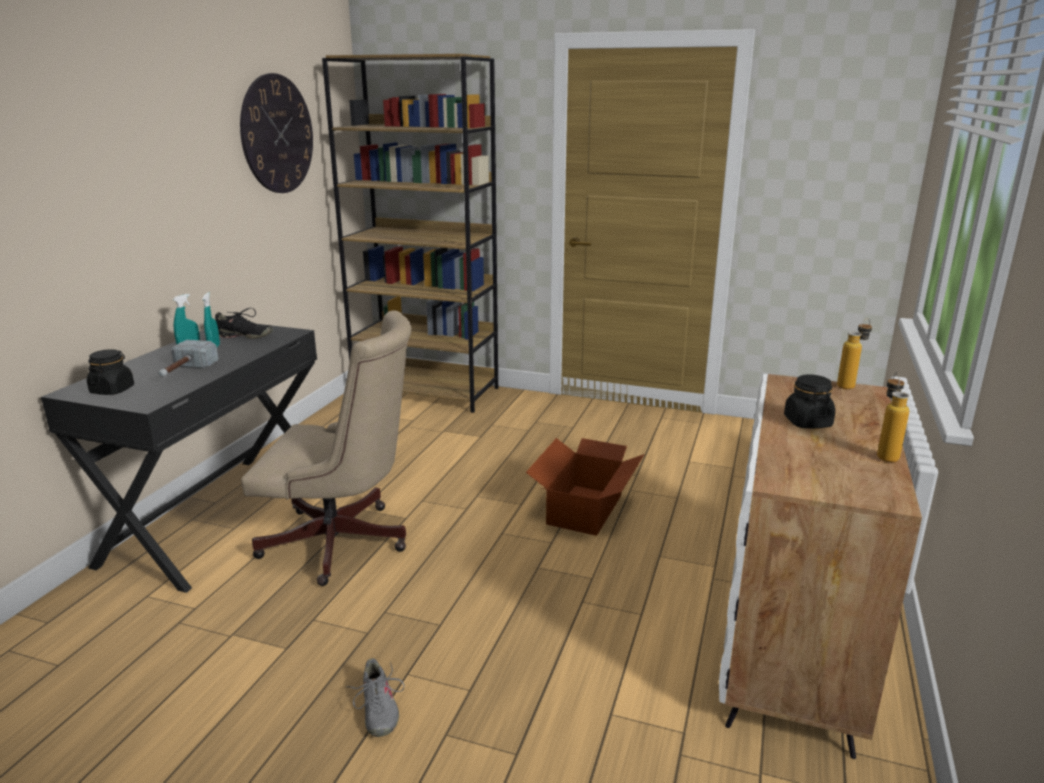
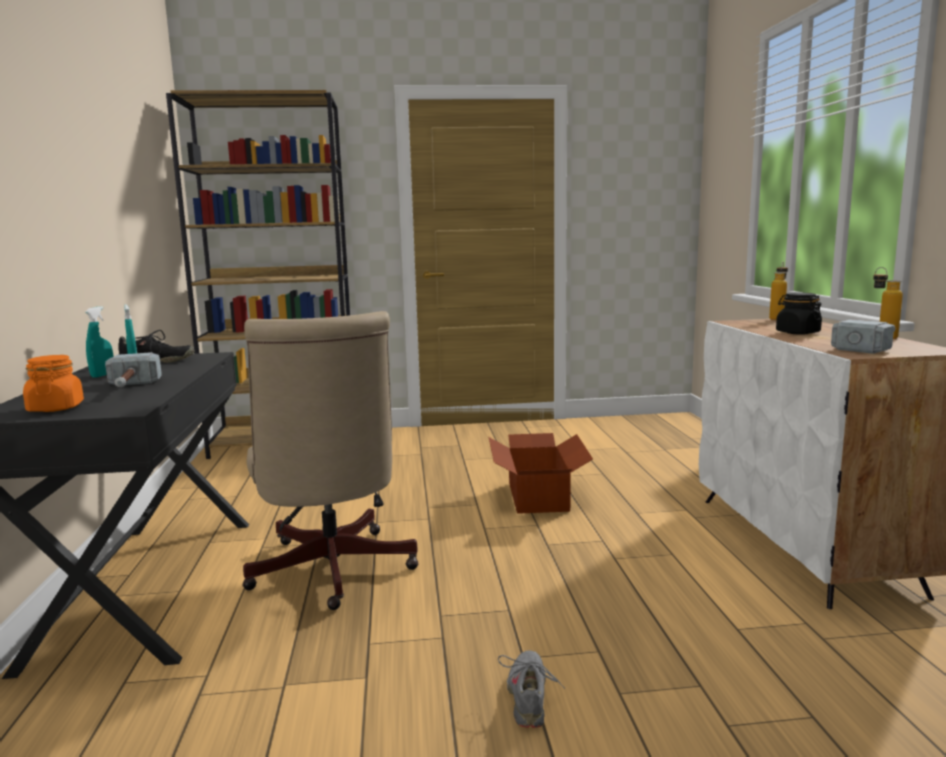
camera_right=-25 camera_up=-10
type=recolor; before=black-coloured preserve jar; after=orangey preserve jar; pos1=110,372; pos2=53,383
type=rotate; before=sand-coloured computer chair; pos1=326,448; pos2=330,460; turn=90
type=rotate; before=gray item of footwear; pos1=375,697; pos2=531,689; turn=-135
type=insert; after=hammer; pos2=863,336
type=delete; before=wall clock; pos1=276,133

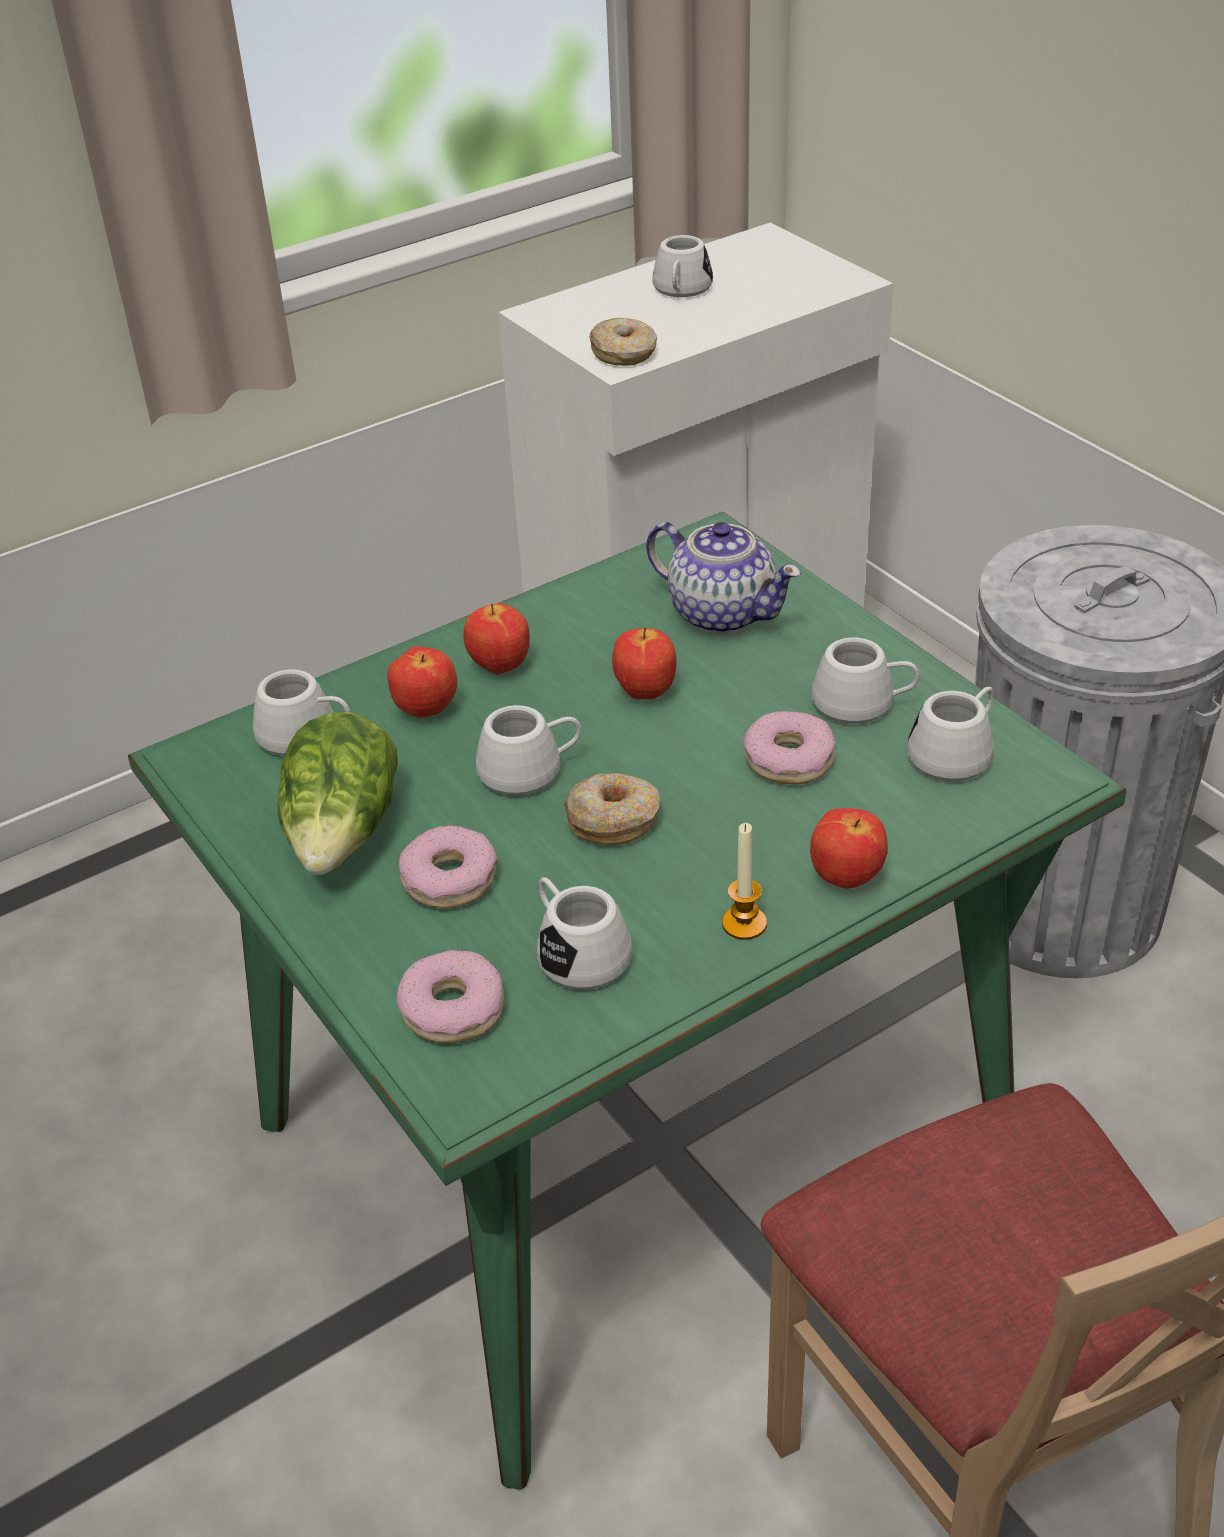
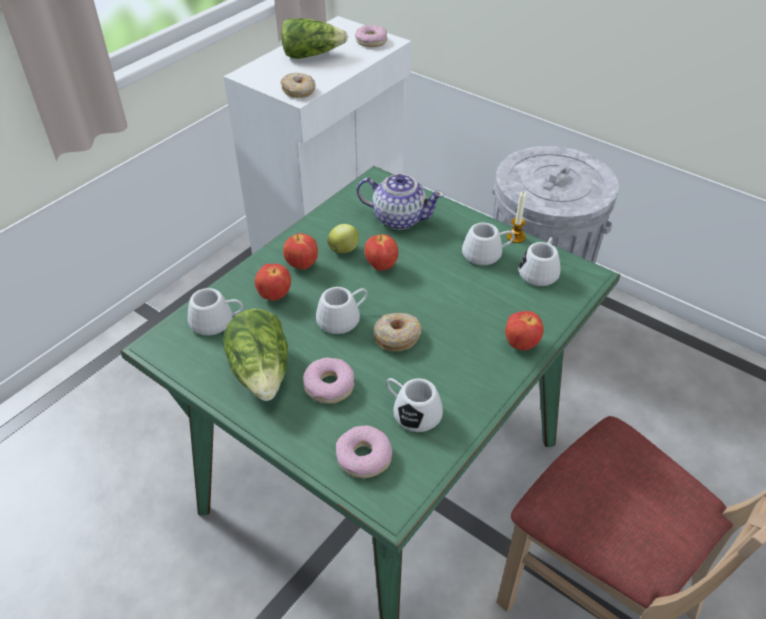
camera_right=-20 camera_up=5
type=replace; before=whitish tea mug; after=lettuce head; pos1=682,266; pos2=314,38
type=insert; after=whole apple; pos2=343,238
type=move; before=doughnut; pos1=789,747; pos2=371,36
type=move; before=wax candle; pos1=744,881; pos2=516,217

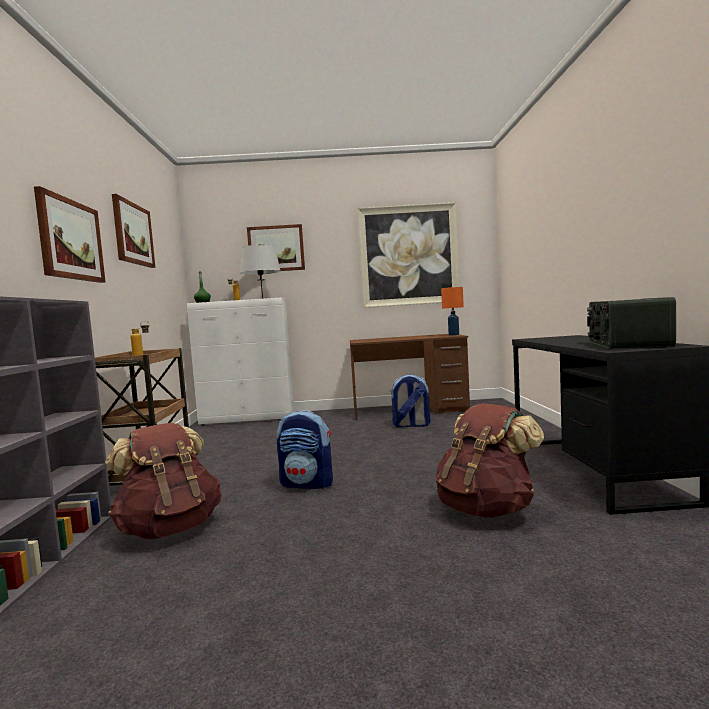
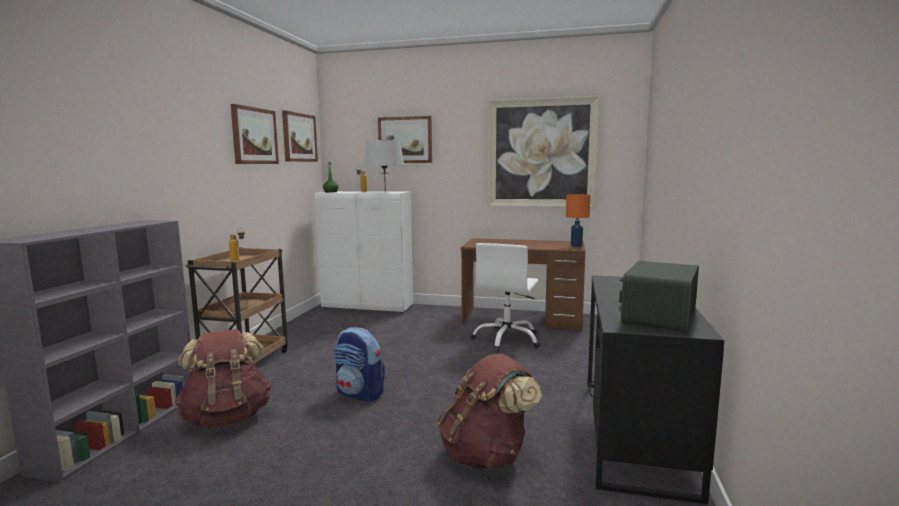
camera_right=15 camera_up=5
type=move; before=wall art; pos1=69,234; pos2=300,136
type=replace; before=backpack; after=whitish computer chair; pos1=410,401; pos2=505,297

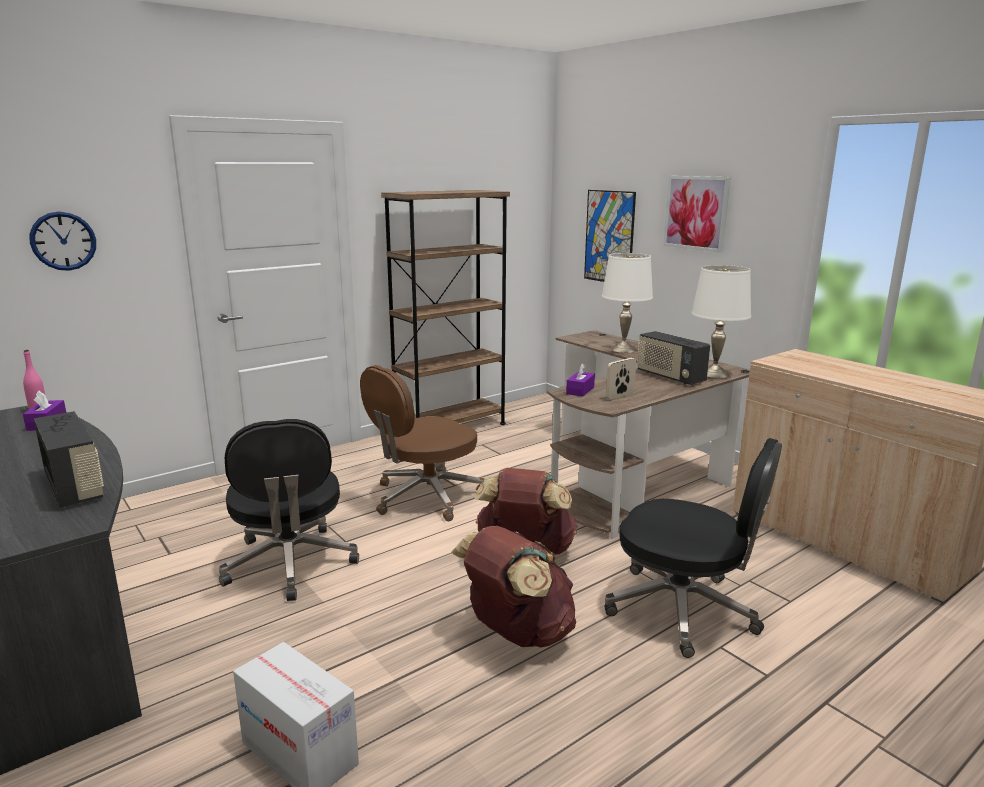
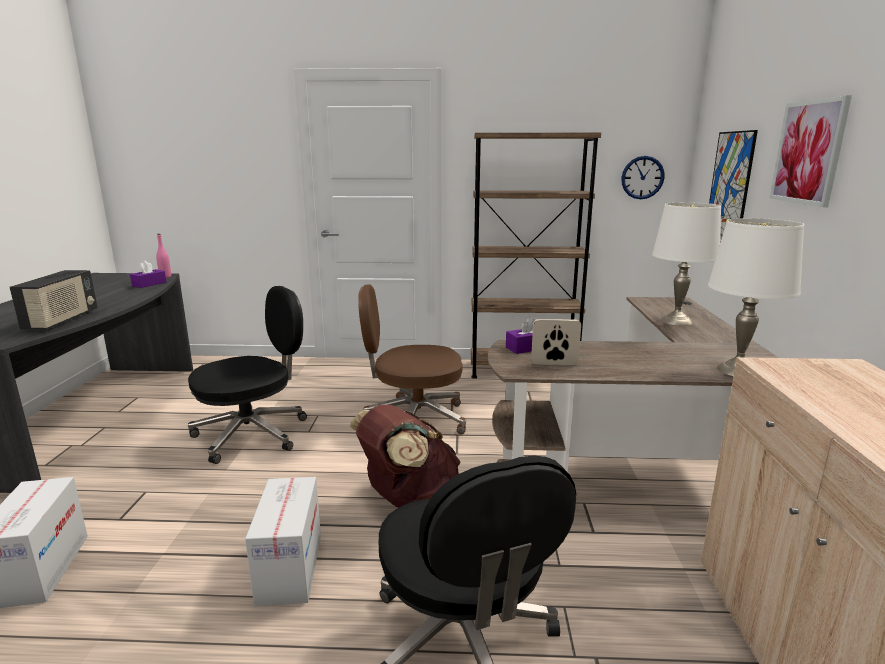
camera_right=40 camera_up=0
type=rotate; before=black-coloured computer chair; pos1=289,510; pos2=247,375; turn=-150
type=replace; before=brown-coloured backpack; after=carton; pos1=513,586; pos2=283,541
type=move; before=wall clock; pos1=63,241; pos2=643,177
type=delete; before=radio; pos1=673,358

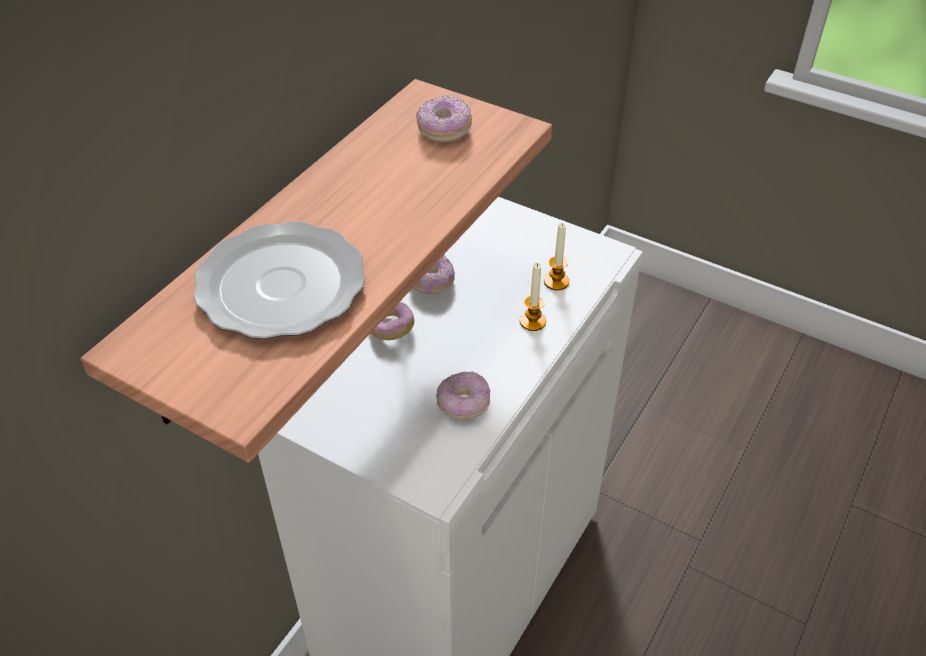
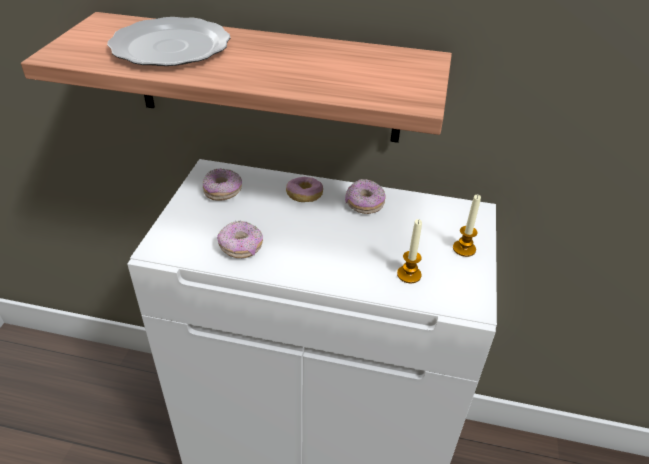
camera_right=70 camera_up=-5
type=move; before=doughnut; pos1=444,119; pos2=222,184
type=move; before=wax candle; pos1=533,297; pos2=467,226

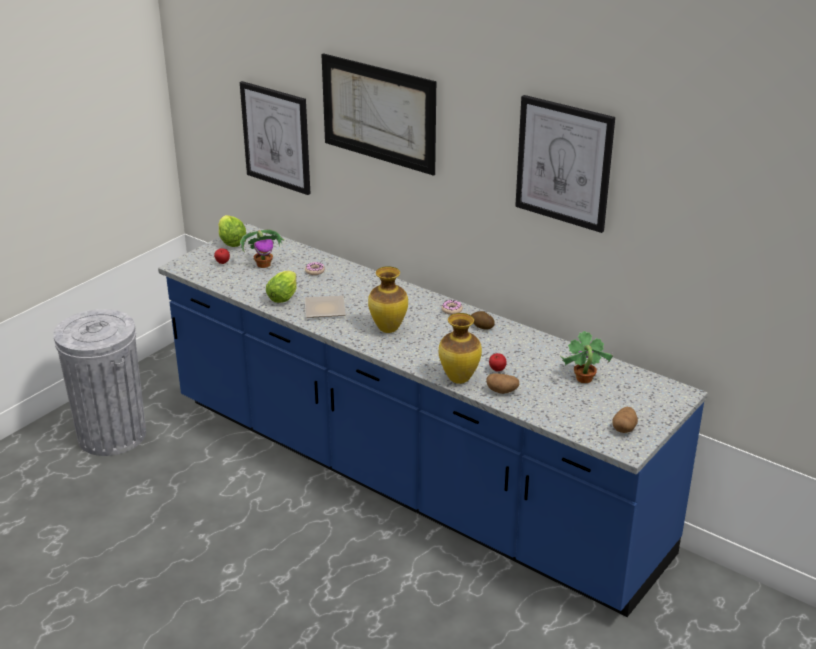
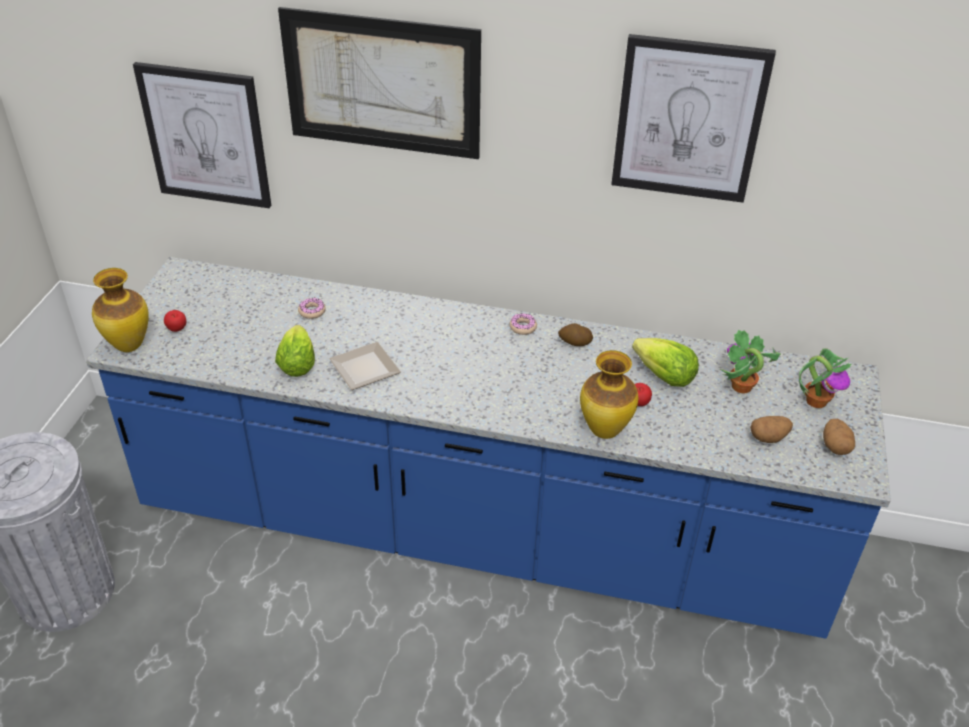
camera_right=-25 camera_up=10
type=move; before=decorative vase; pos1=388,299; pos2=120,310
type=move; before=lettuce head; pos1=232,231; pos2=665,362
type=move; before=whole potato; pos1=502,383; pos2=771,429
type=move; before=plant in a pot; pos1=262,249; pos2=825,378

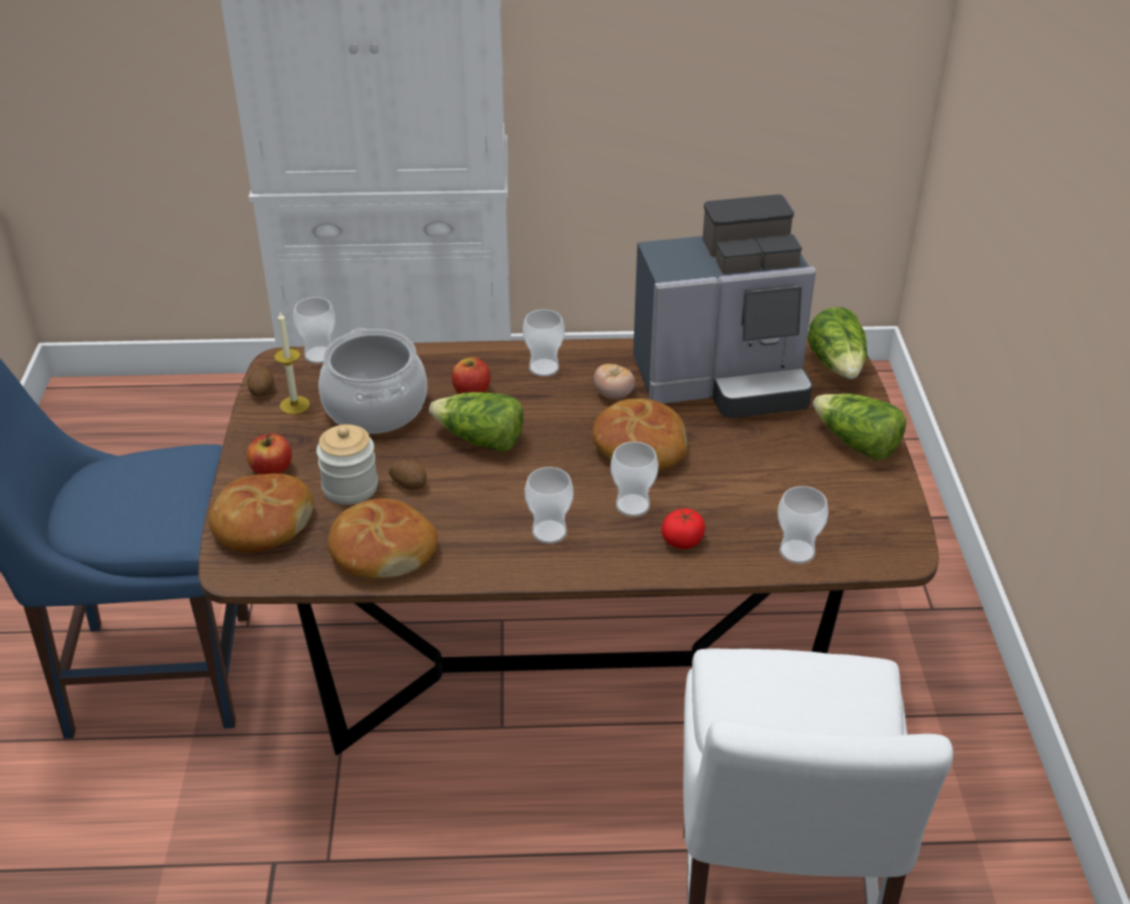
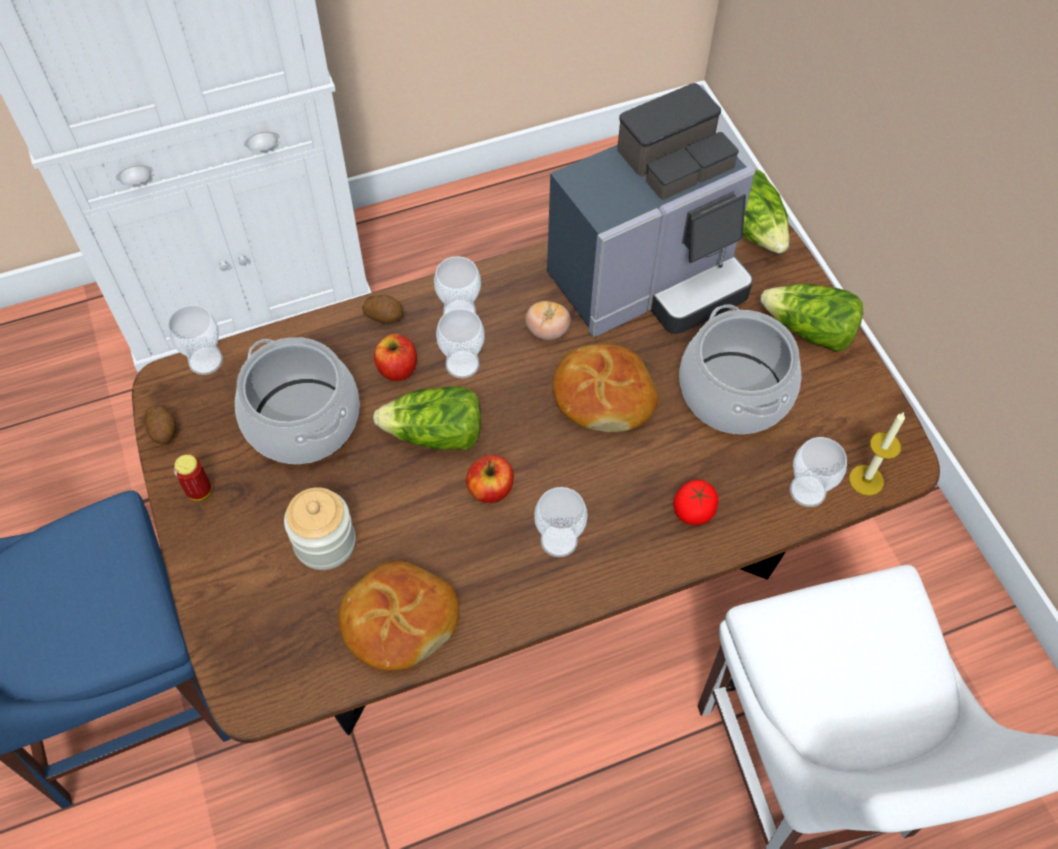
camera_right=-20 camera_up=20
type=insert; after=sealed can; pos2=193,478
type=move; before=whole potato; pos1=408,475; pos2=383,309
type=move; before=drinking cup; pos1=635,479; pos2=460,343
type=move; before=whole apple; pos1=269,454; pos2=490,479
type=insert; after=cooking pot; pos2=740,369
type=move; before=wax candle; pos1=292,362; pos2=877,454
type=delete; before=bakery bread; pos1=260,513

